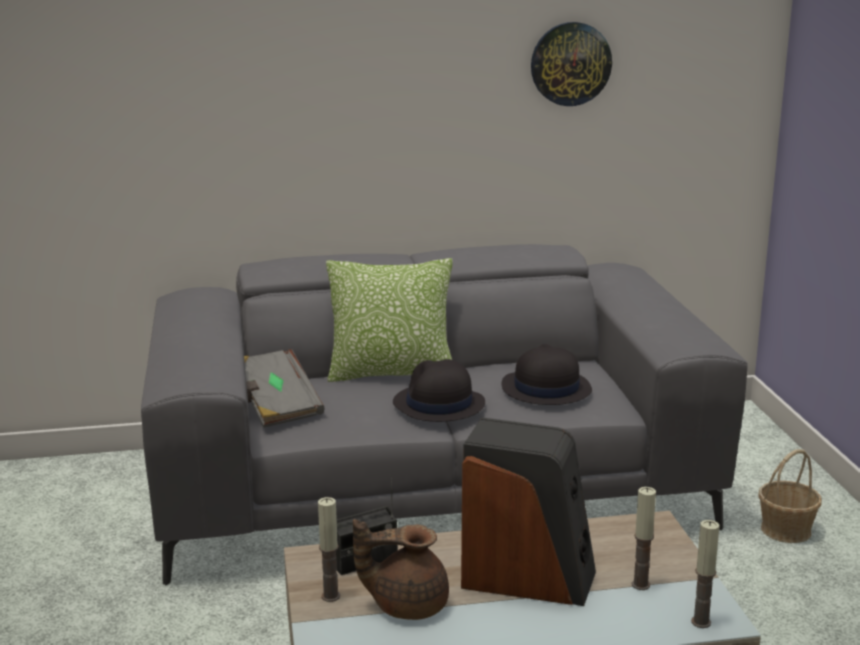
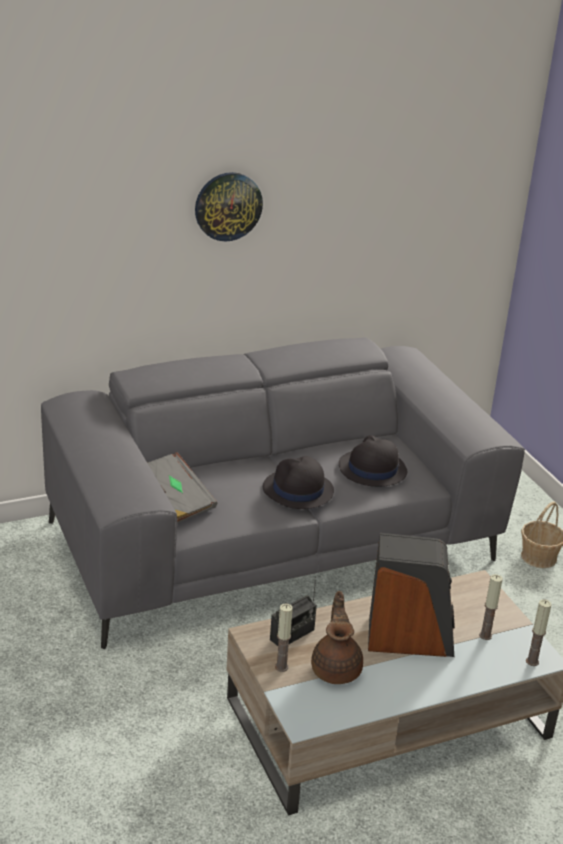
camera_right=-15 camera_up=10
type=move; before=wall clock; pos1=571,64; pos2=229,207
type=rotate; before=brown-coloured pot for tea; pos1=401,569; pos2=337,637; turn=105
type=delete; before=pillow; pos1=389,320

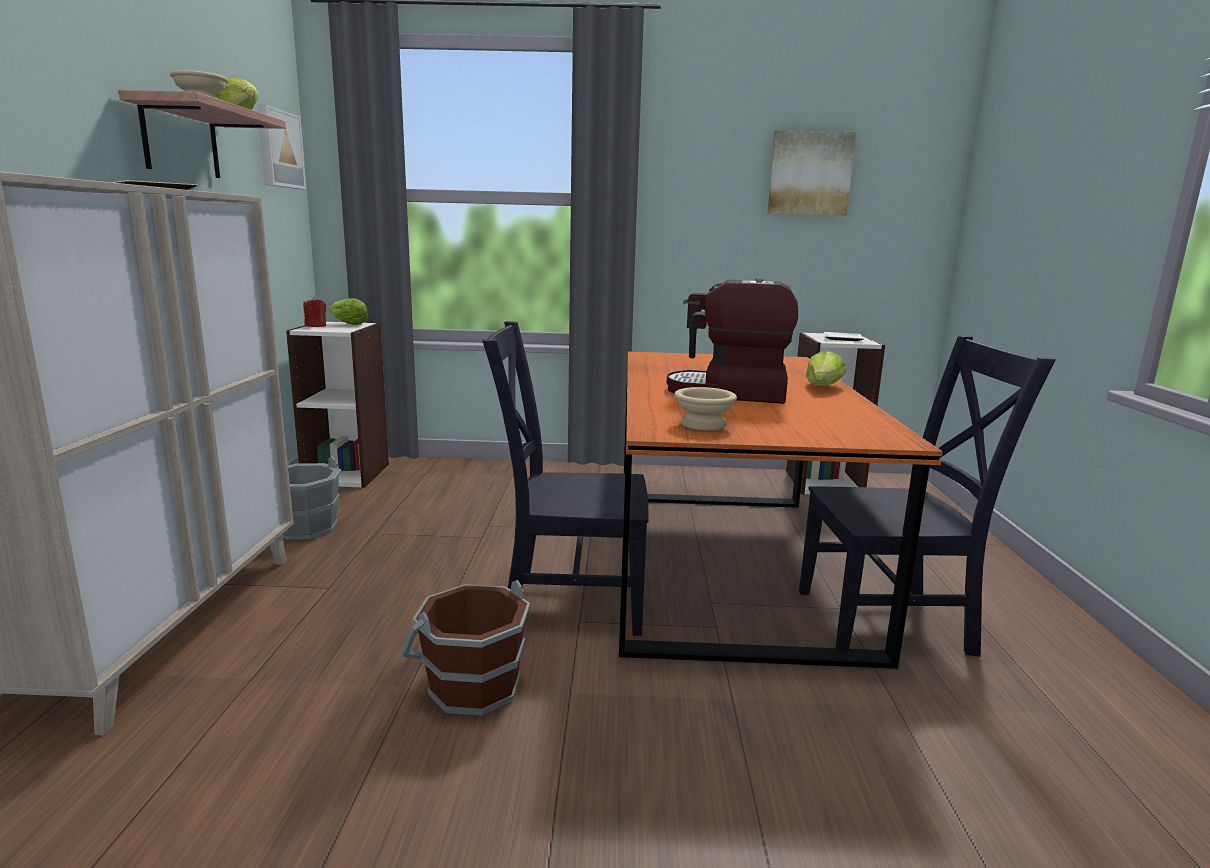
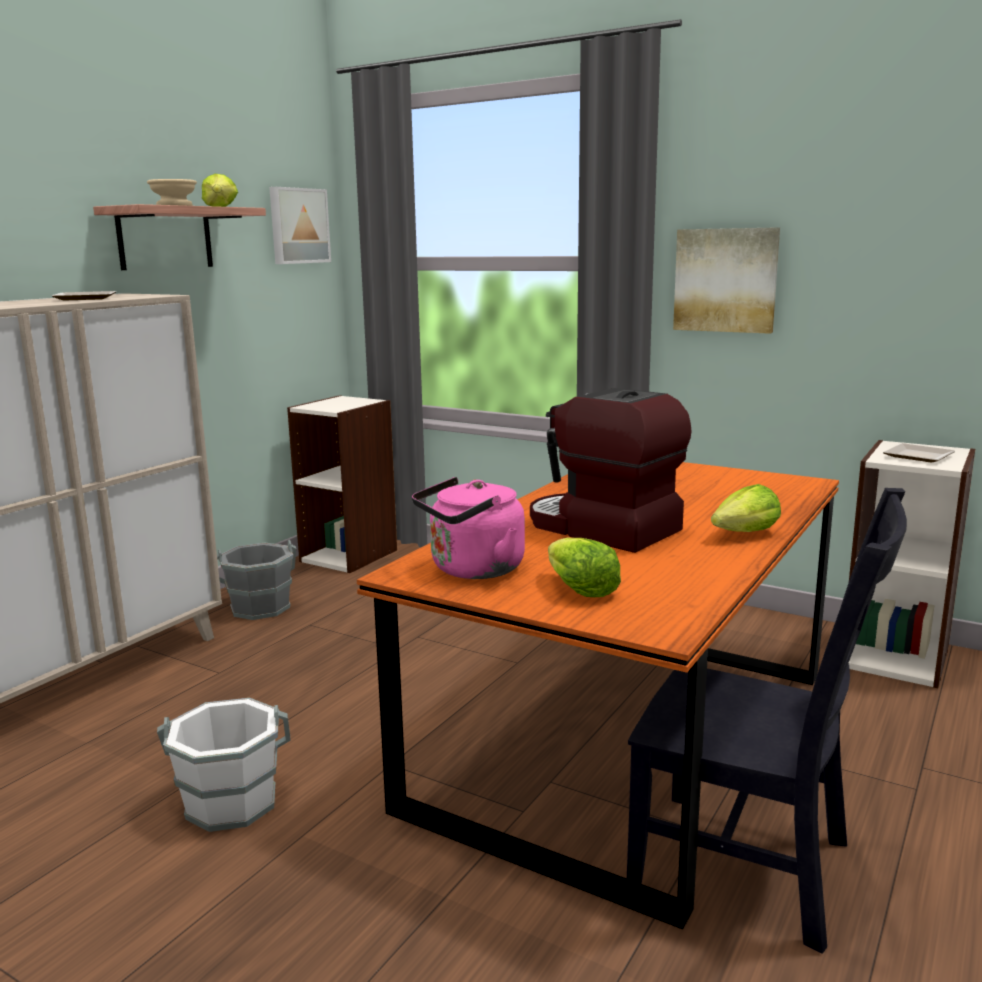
camera_right=30 camera_up=0
type=recolor; before=brown-coloured bucket; after=whitish bucket; pos1=465,647; pos2=223,765
type=replace; before=sand-coloured serving bowl; after=pinkish water kettle; pos1=705,409; pos2=468,528
type=move; before=lettuce head; pos1=348,311; pos2=584,567
type=move; before=wall art; pos1=811,173; pos2=726,280
type=delete; before=reddish wax candle; pos1=314,312
type=delete; before=black-coloured plain chair; pos1=565,478

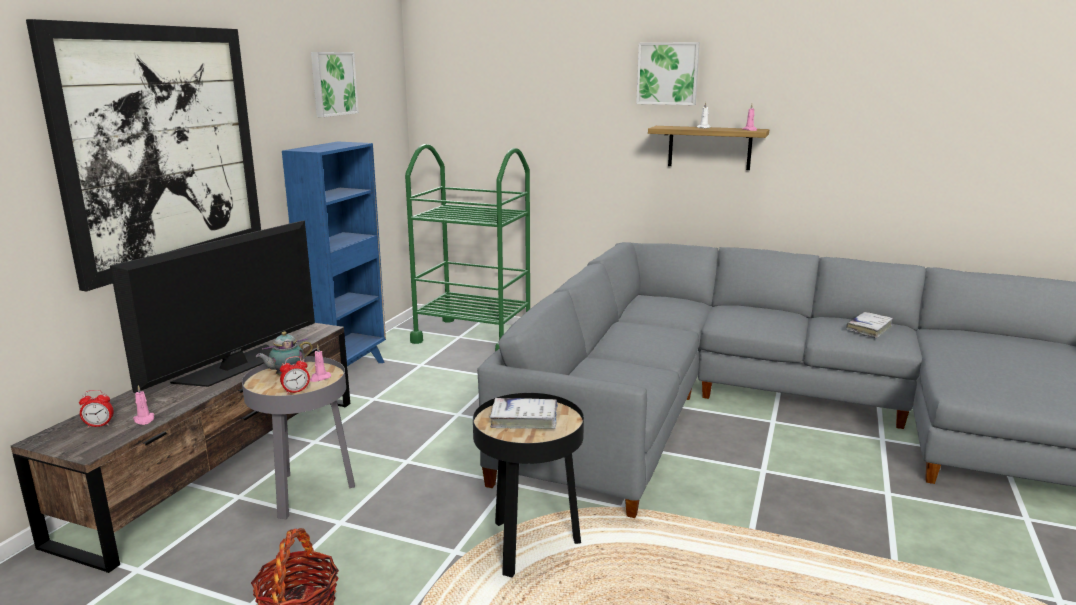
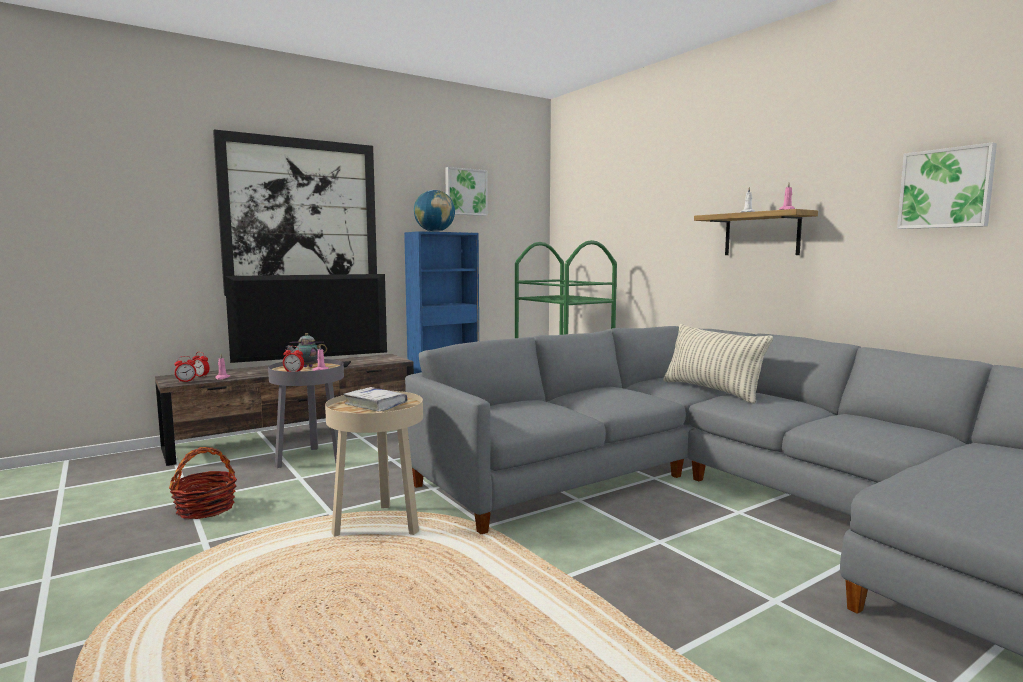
camera_right=35 camera_up=-10
type=insert; after=alarm clock; pos2=185,369
type=recolor; before=black-coloured side table; after=sand-coloured side table; pos1=528,485; pos2=374,464
type=insert; after=desk globe; pos2=434,211
type=insert; after=pillow; pos2=718,364
type=move; before=wall art; pos1=668,73; pos2=947,185
type=delete; before=whitish volume; pos1=869,325

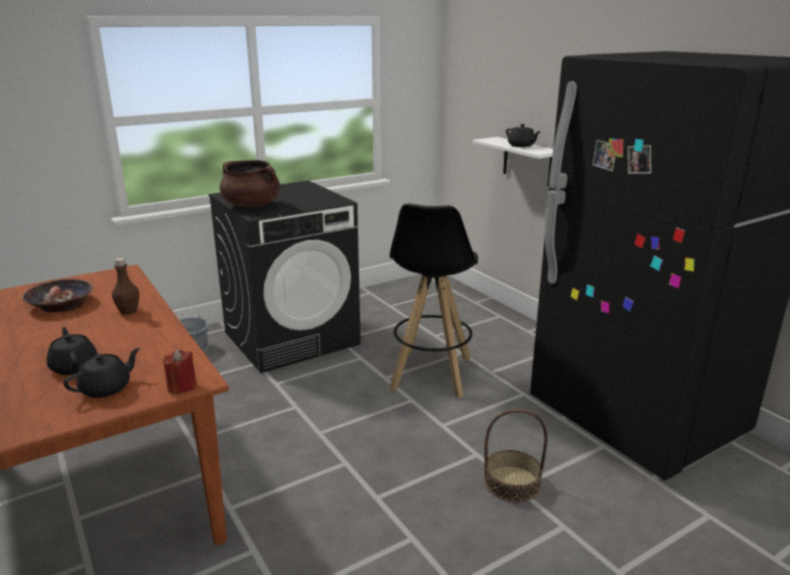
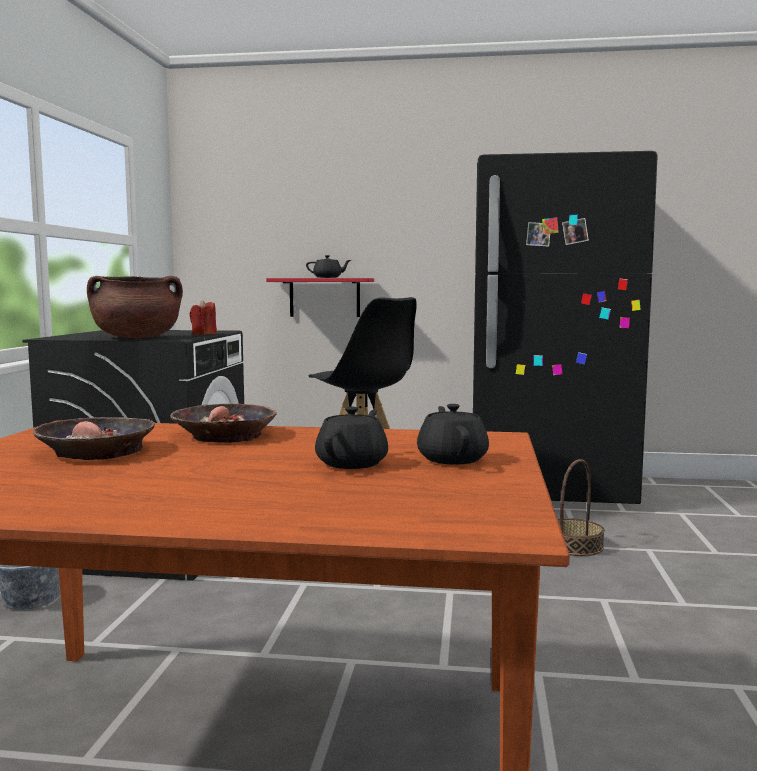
camera_right=-50 camera_up=-15
type=replace; before=brown-coloured drink bottle; after=serving bowl; pos1=125,286; pos2=223,423
type=move; before=reddish wax candle; pos1=180,371; pos2=203,317
type=recolor; before=whitish bracket shelf; after=reddish bracket shelf; pos1=513,161; pos2=320,297
type=rotate; before=black-coloured pot for tea; pos1=72,351; pos2=351,438; turn=105

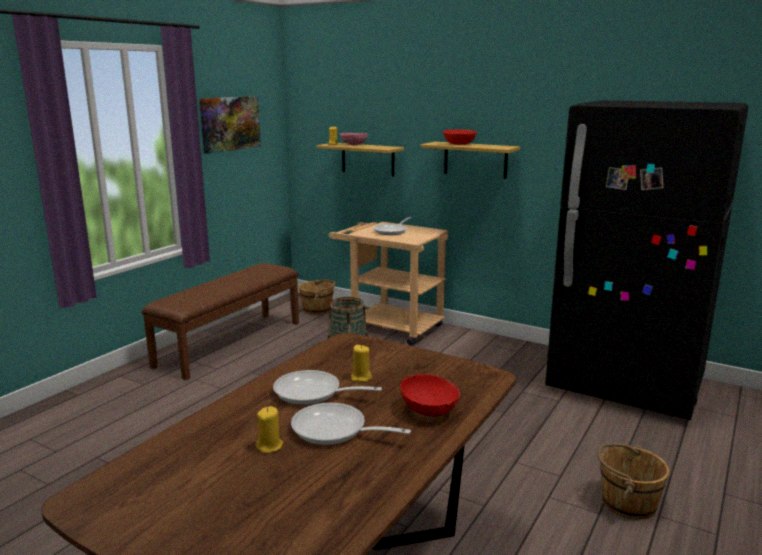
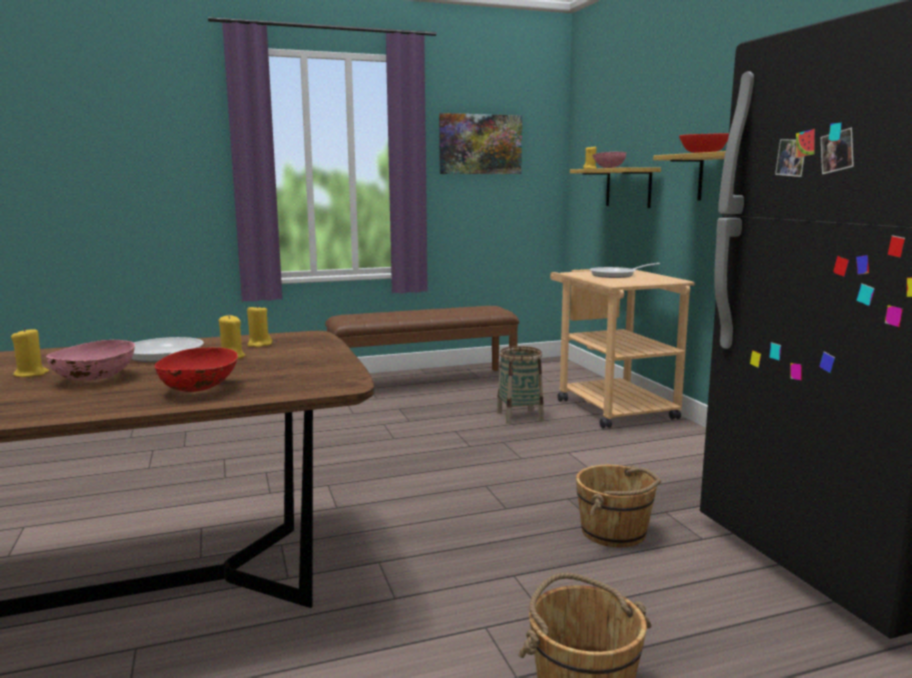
camera_right=40 camera_up=-5
type=replace; before=frying pan; after=pinkish serving bowl; pos1=351,424; pos2=90,360
type=insert; after=yellowish wax candle; pos2=259,326
type=move; before=brown-coloured bucket; pos1=317,297; pos2=618,506

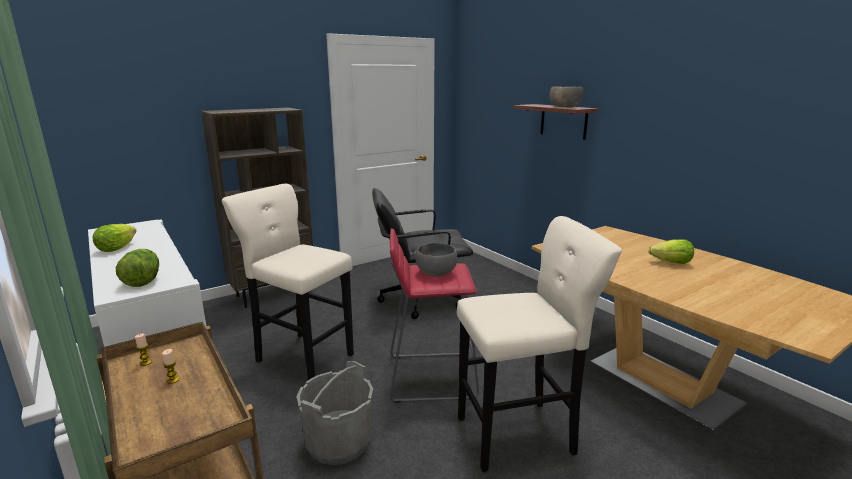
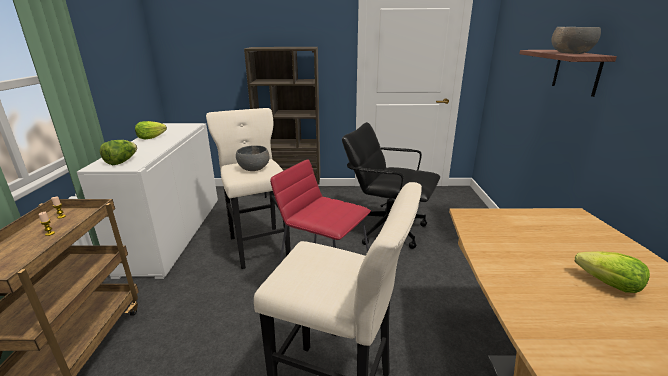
camera_right=35 camera_up=5
type=move; before=gray serving bowl; pos1=436,260; pos2=253,158
type=delete; before=gray bucket; pos1=334,413

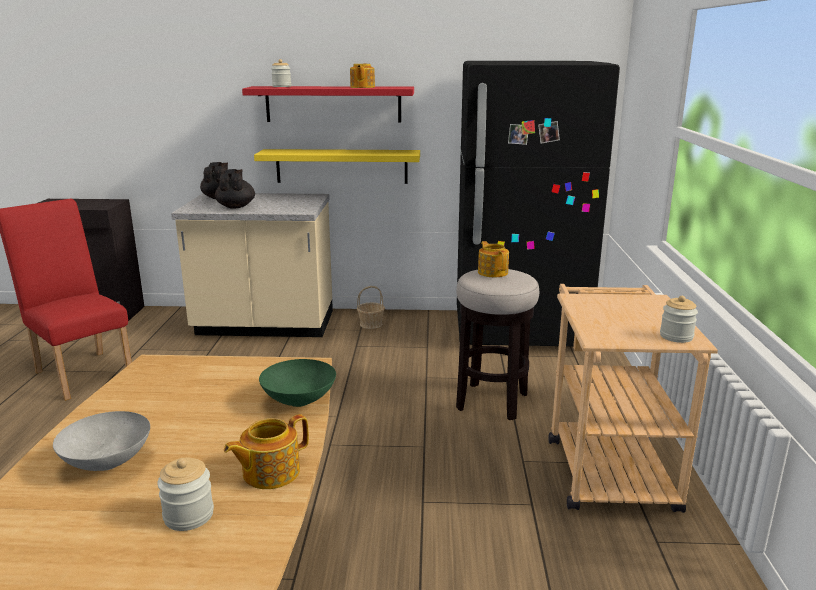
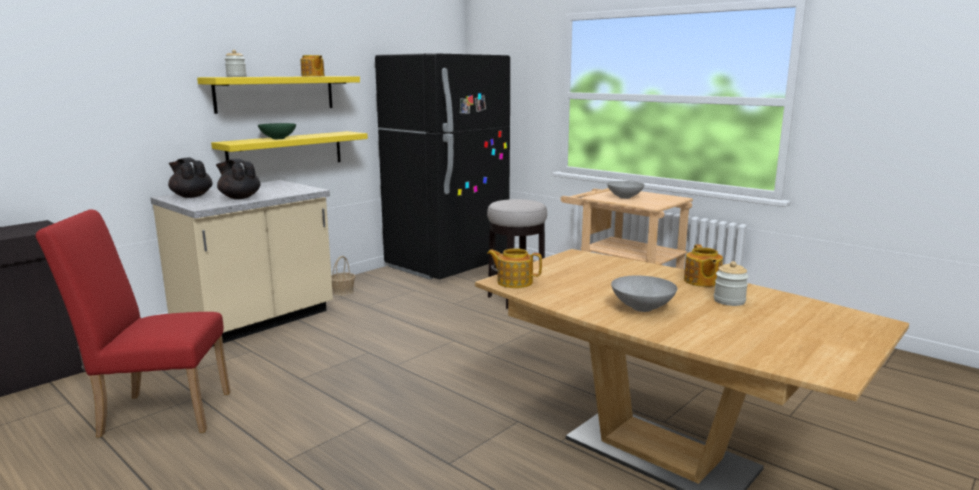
camera_right=-50 camera_up=-5
type=recolor; before=reddish bracket shelf; after=yellowish bracket shelf; pos1=328,104; pos2=278,95
type=move; before=greenish serving bowl; pos1=297,383; pos2=277,131
type=move; before=pot for tea; pos1=493,259; pos2=514,268
type=insert; after=gray serving bowl; pos2=626,190
type=delete; before=preserve jar; pos1=679,319

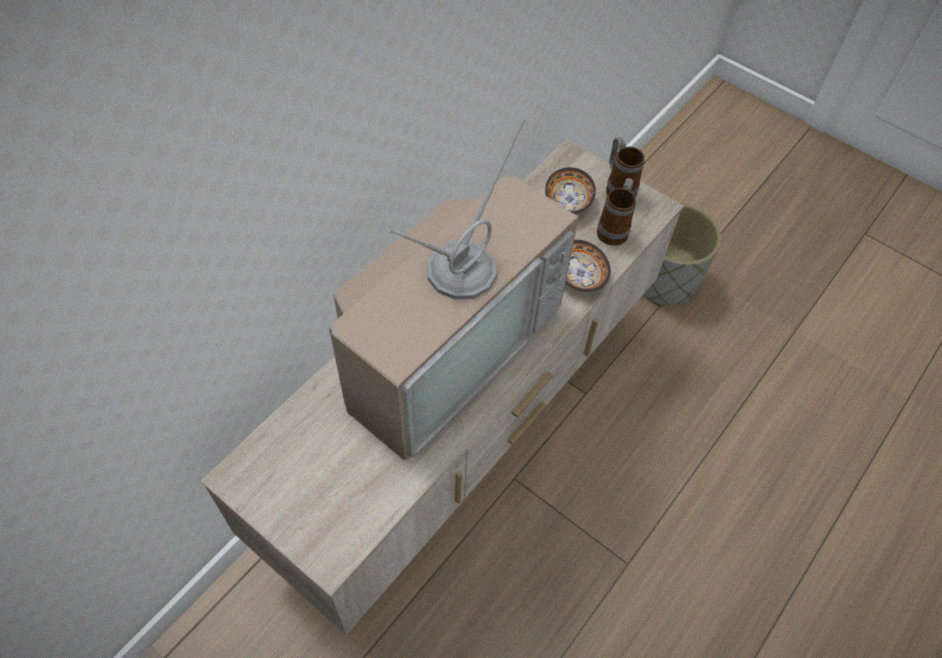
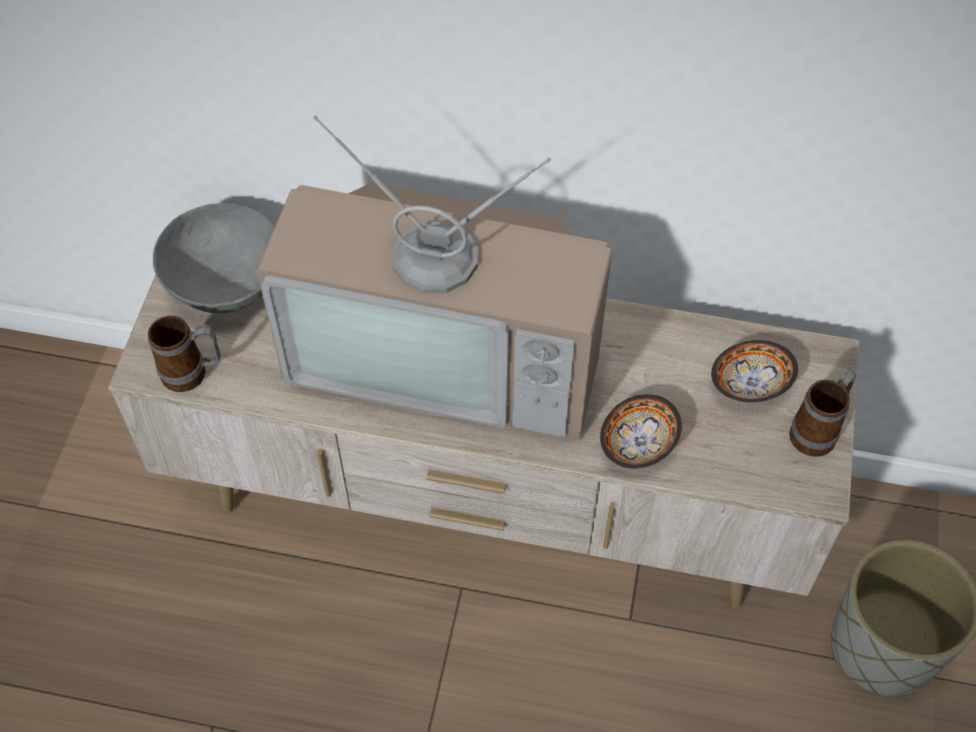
camera_right=65 camera_up=0
type=move; before=tea mug; pos1=616,212; pos2=184,354
type=insert; after=gray serving bowl; pos2=214,258

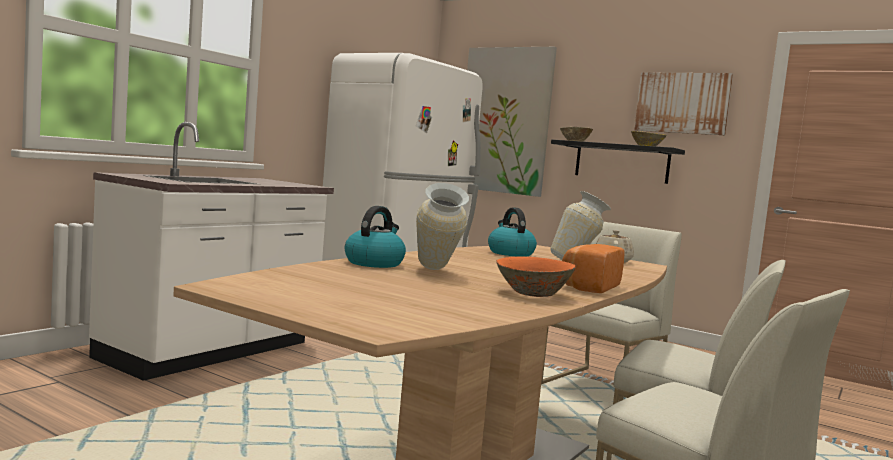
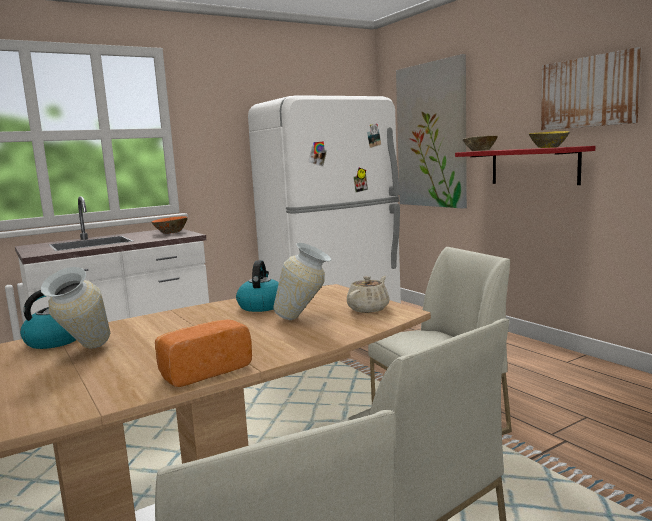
camera_right=25 camera_up=5
type=move; before=orangey serving bowl; pos1=535,277; pos2=170,225
type=recolor; before=black-coloured bracket shelf; after=reddish bracket shelf; pos1=618,162; pos2=525,165

